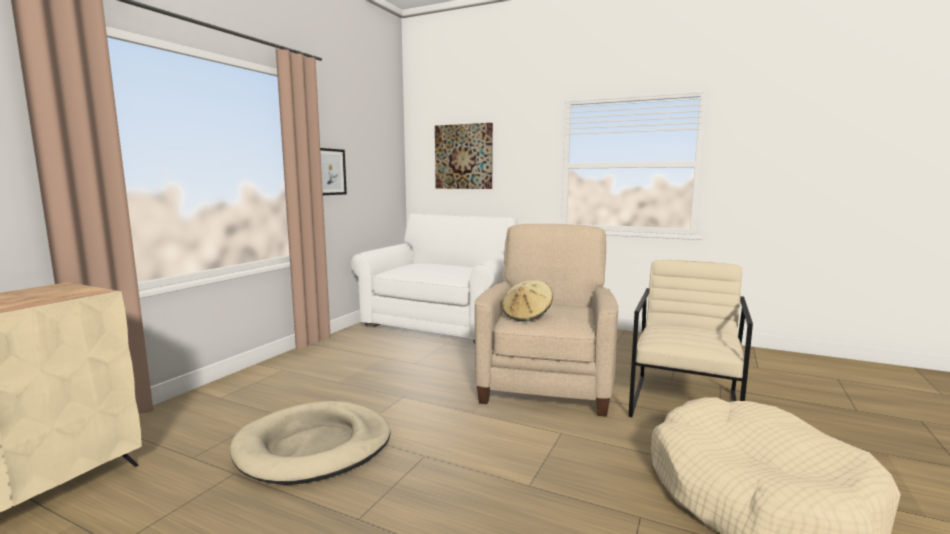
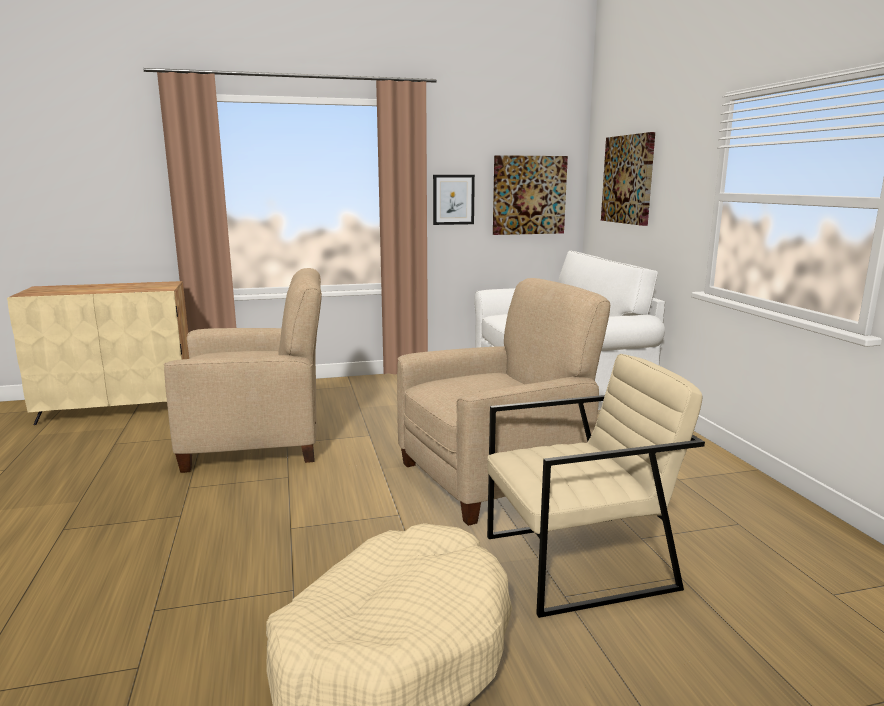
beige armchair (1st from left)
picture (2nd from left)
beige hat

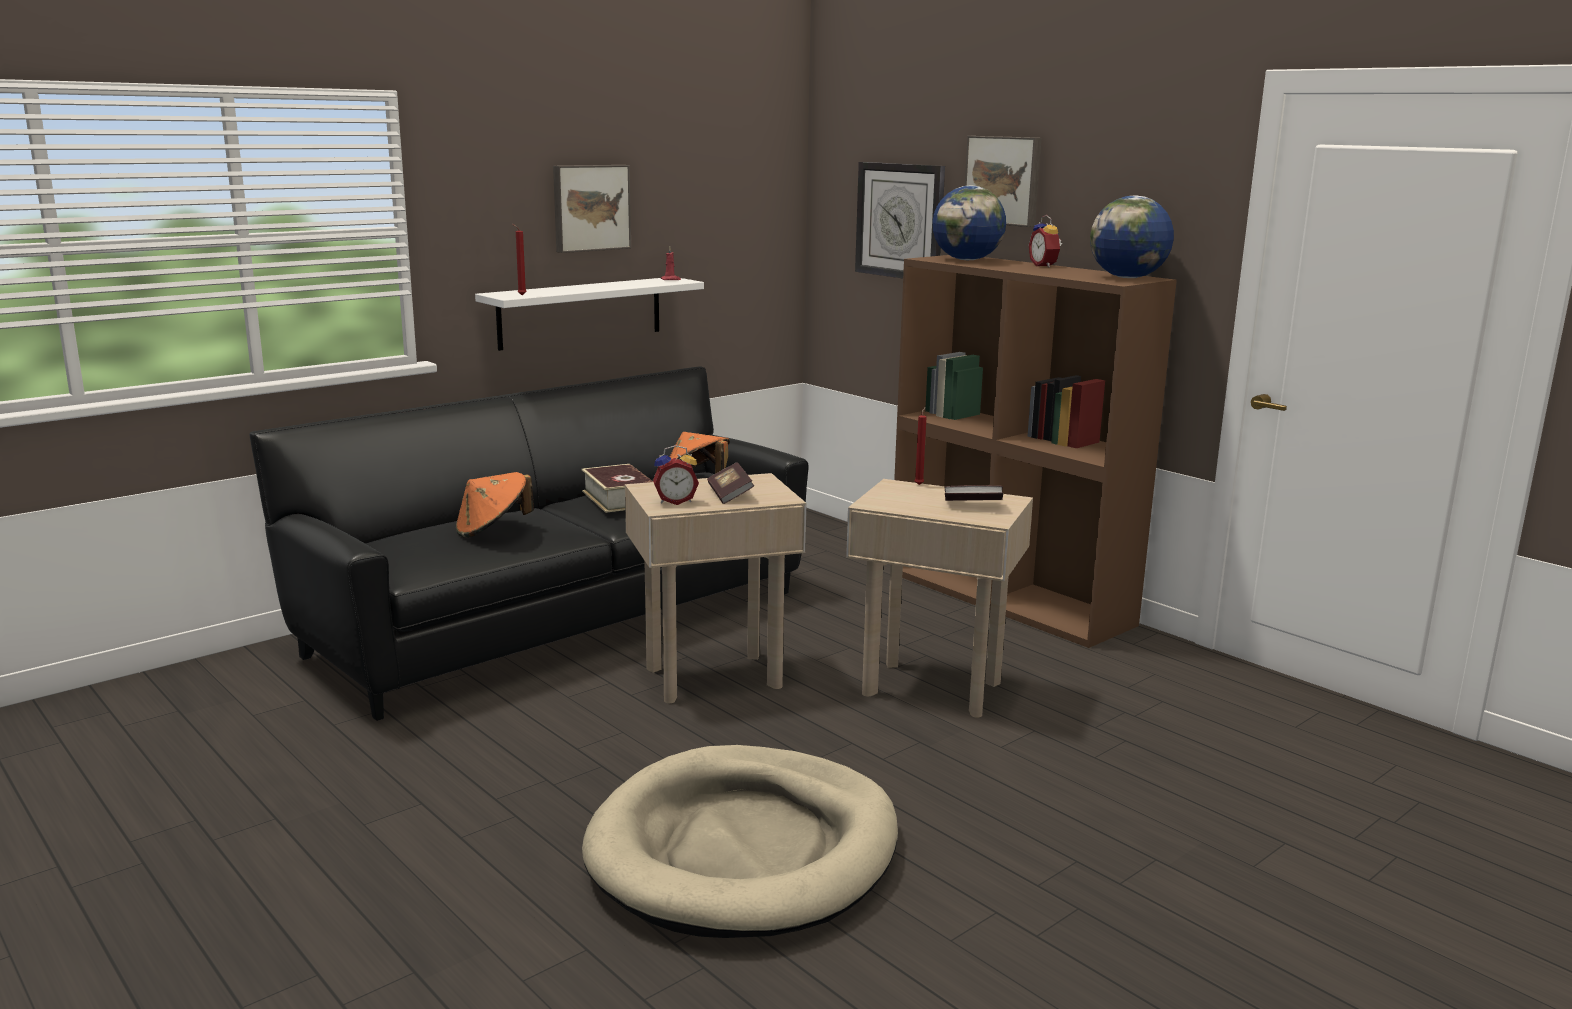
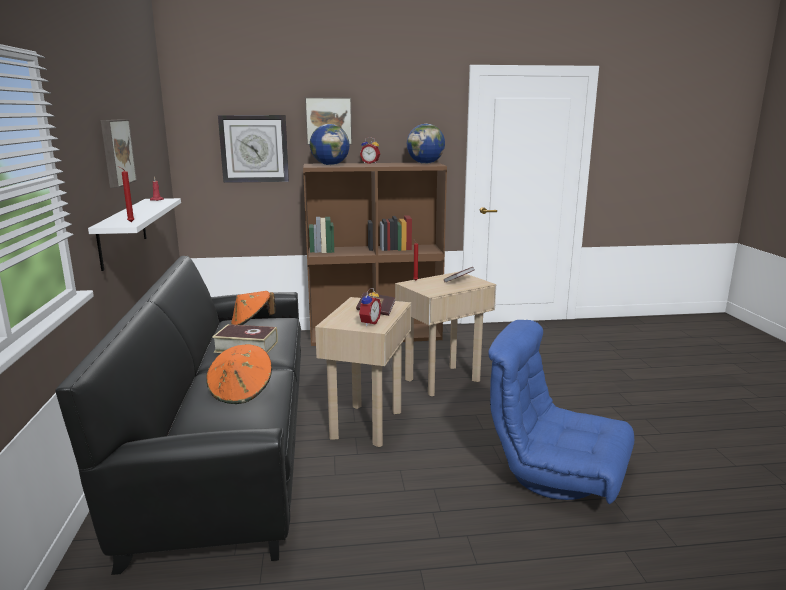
blue armchair

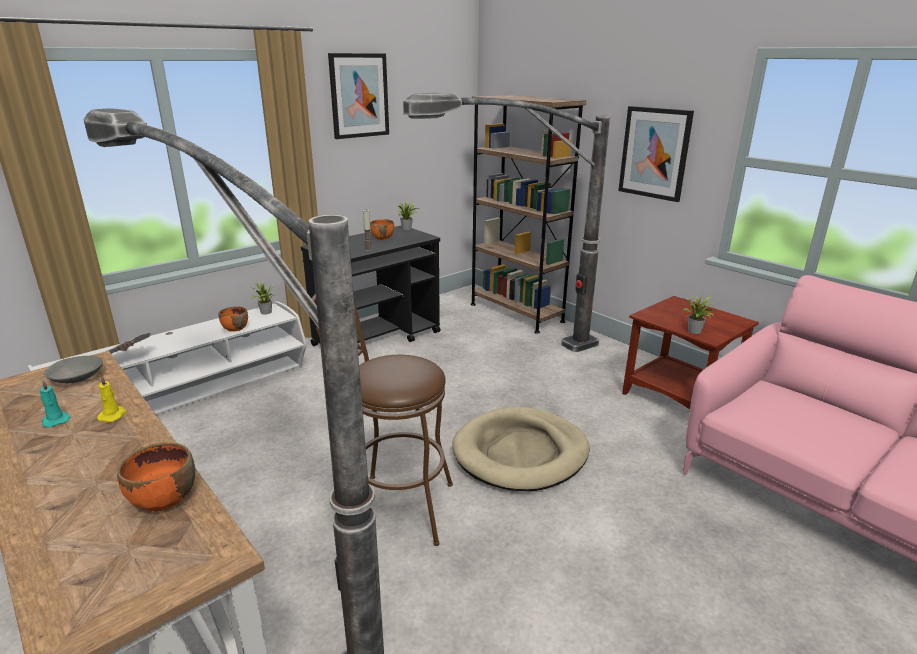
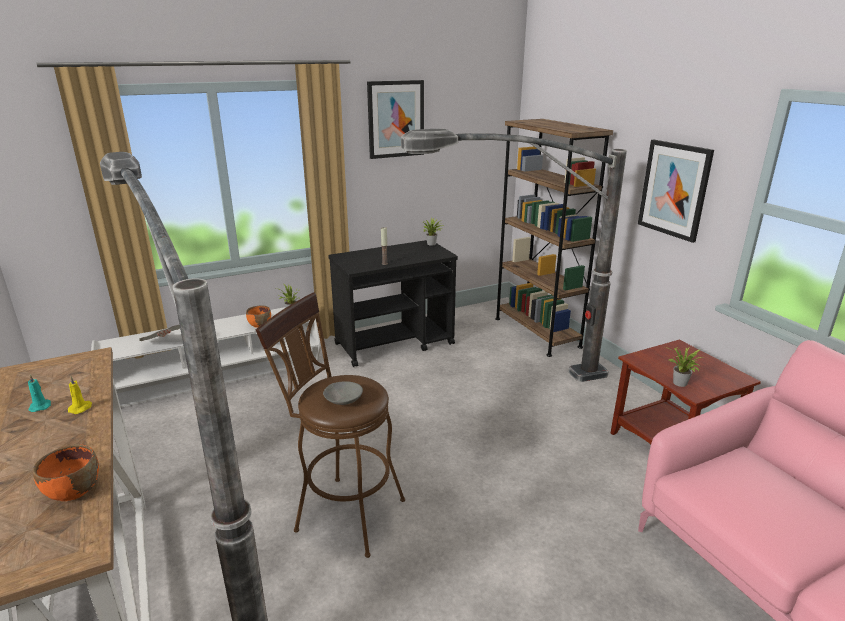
grey bowl
orange bowl (3rd from left in the first image)
beige dog bed

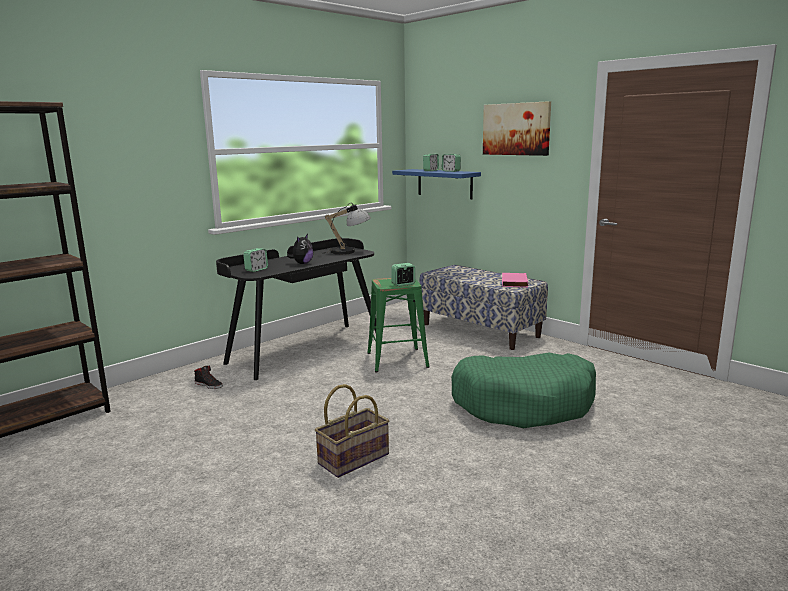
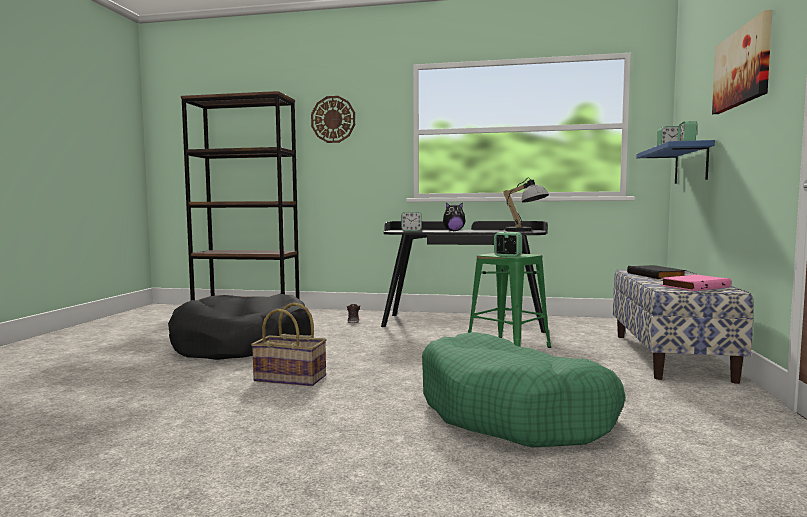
black dog bed
wall clock
black book

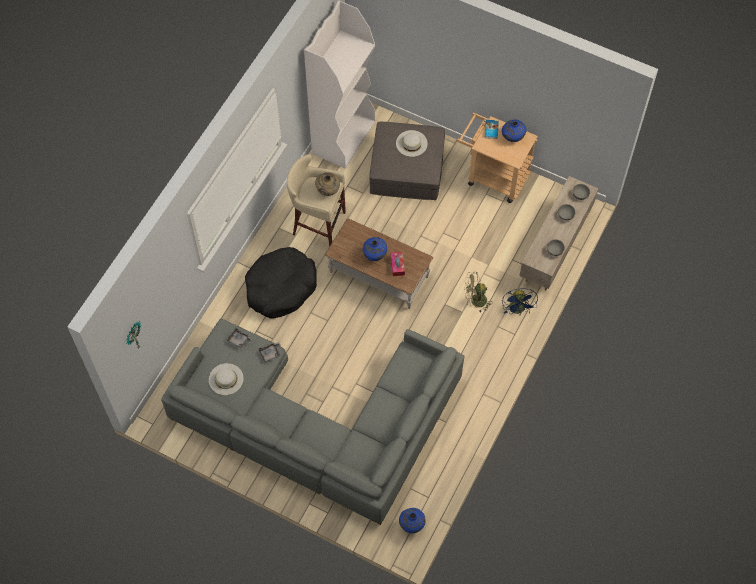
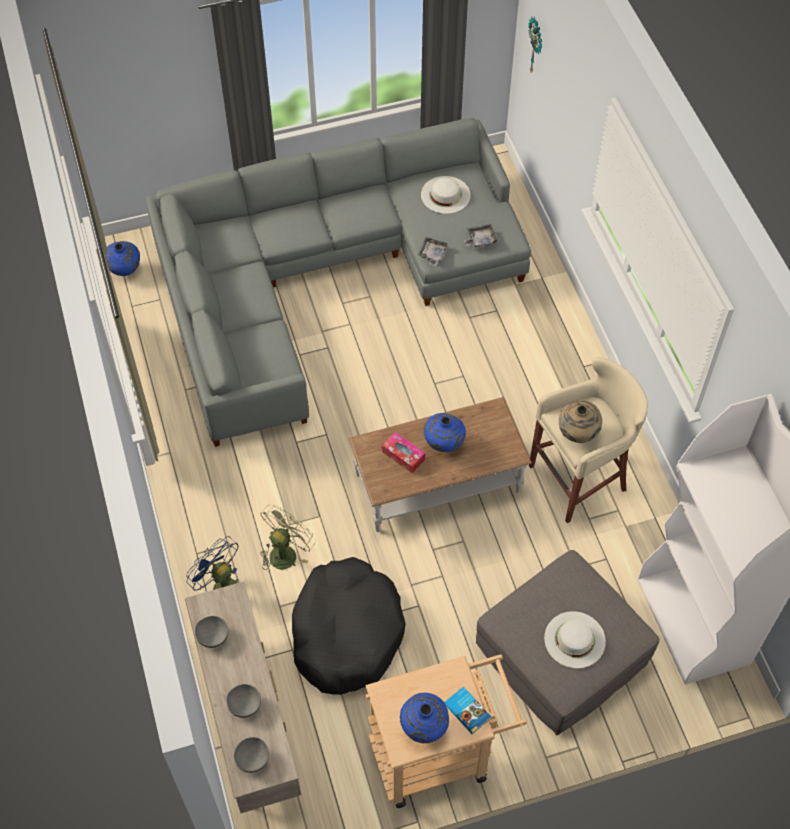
black dog bed

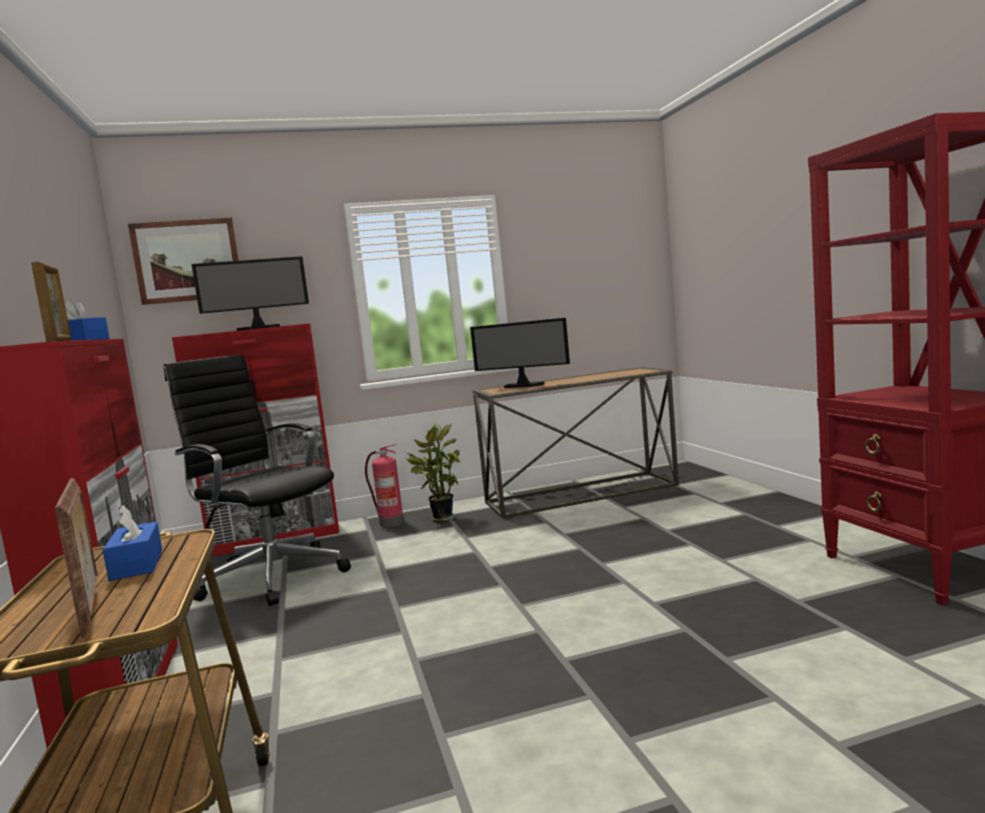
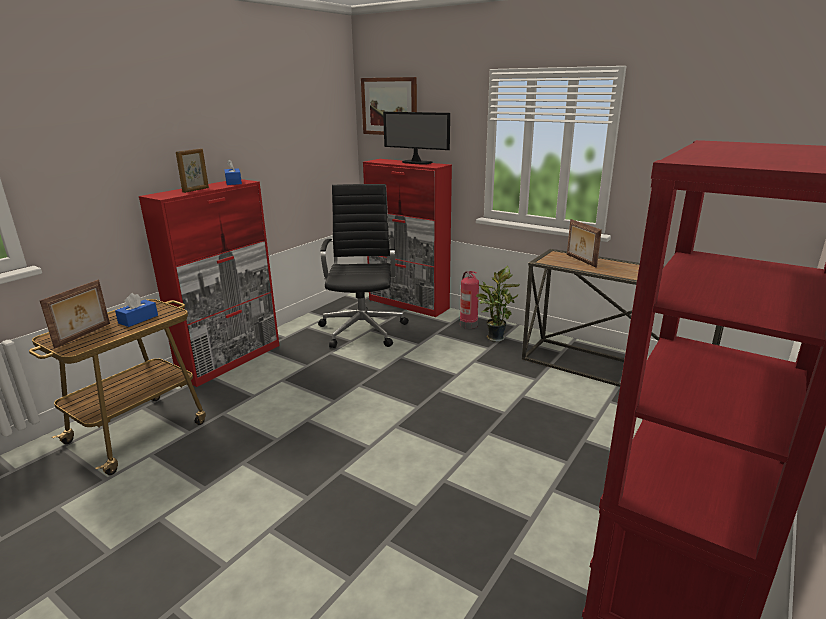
picture frame (3rd from left)

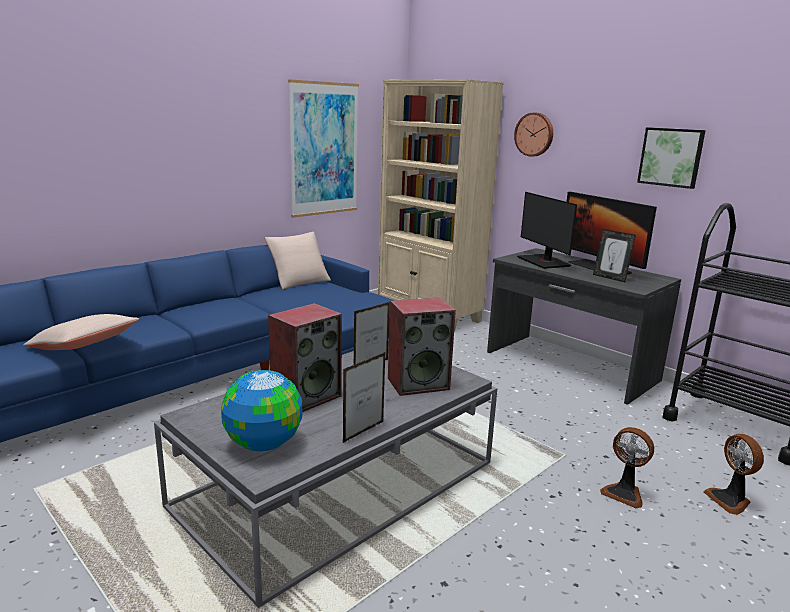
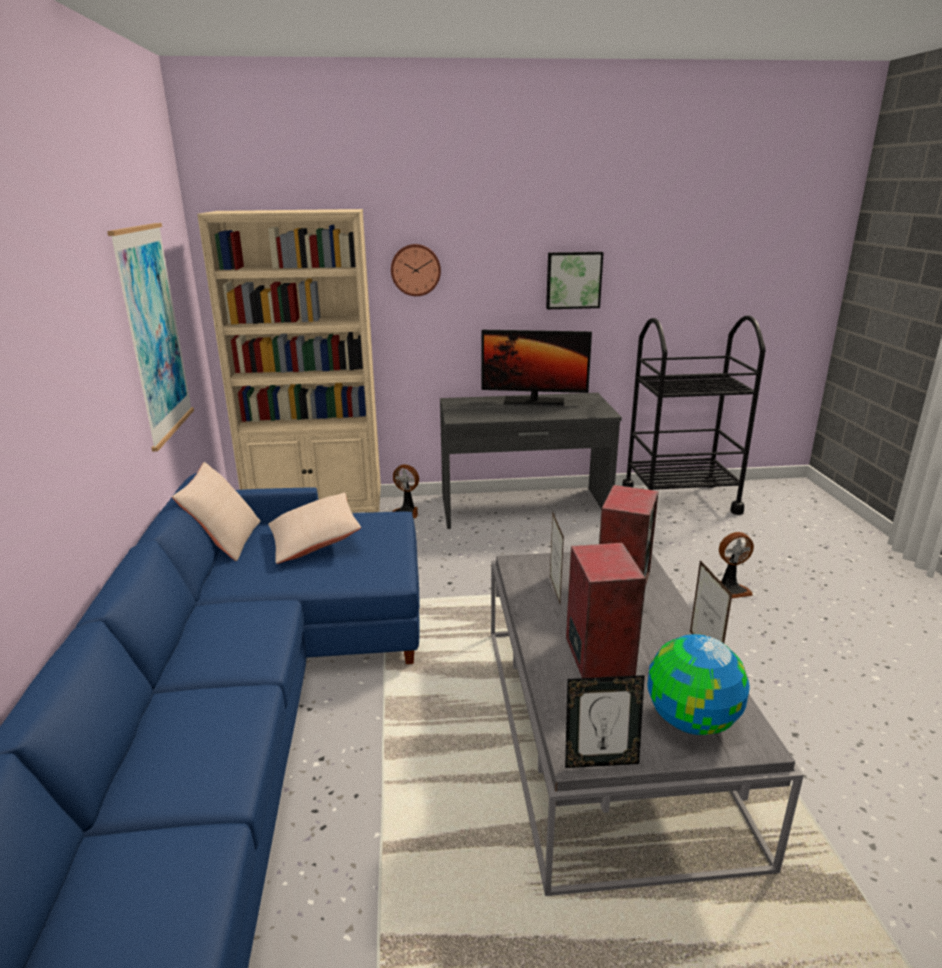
beige pillow (2nd from left)
fan (1st from left)
picture frame (2nd from left)
monitor (1st from left in the first image)

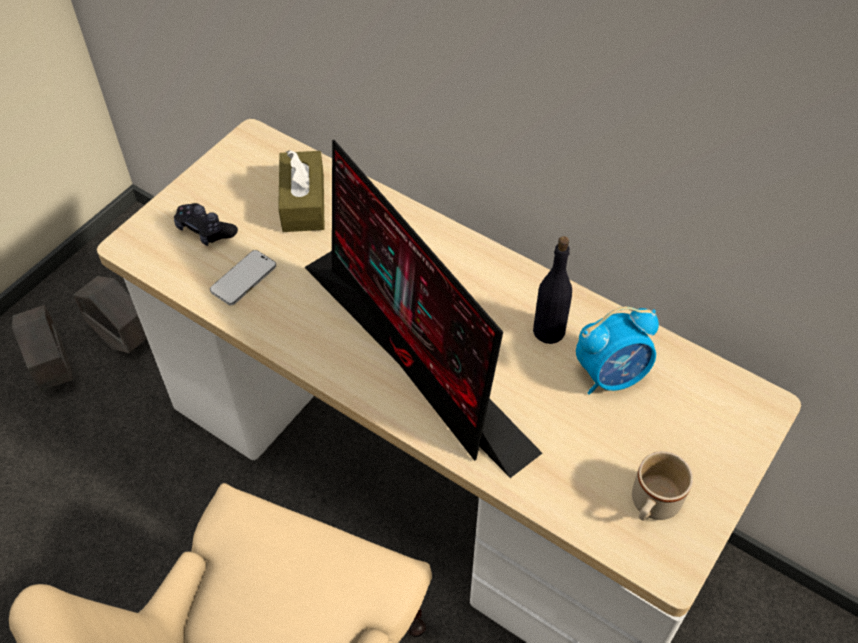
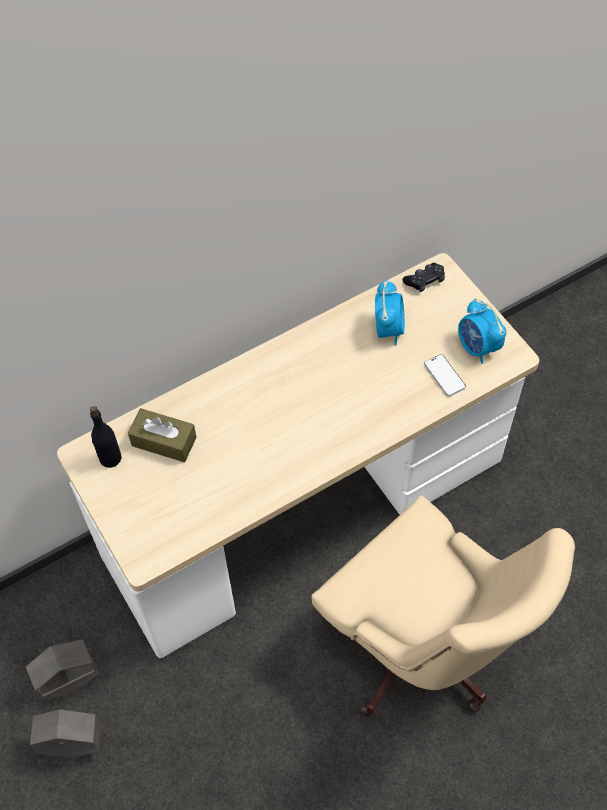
black bottle
black game controller
phone
alarm clock (2nd from left)
monitor

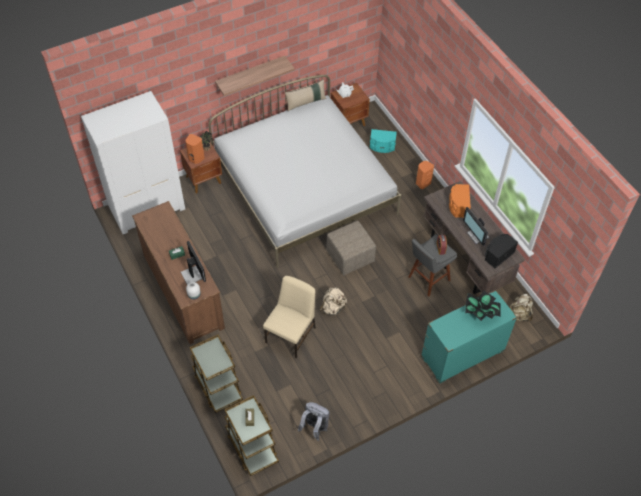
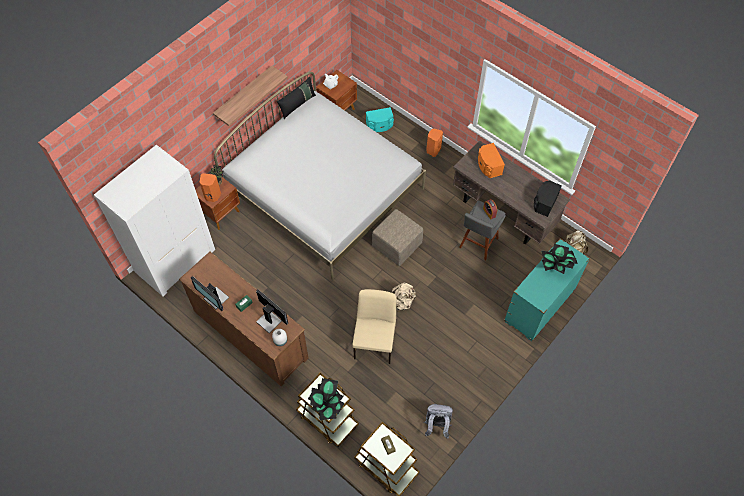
monitor (1st from left)
black pillow
potted plant (2nd from left)

